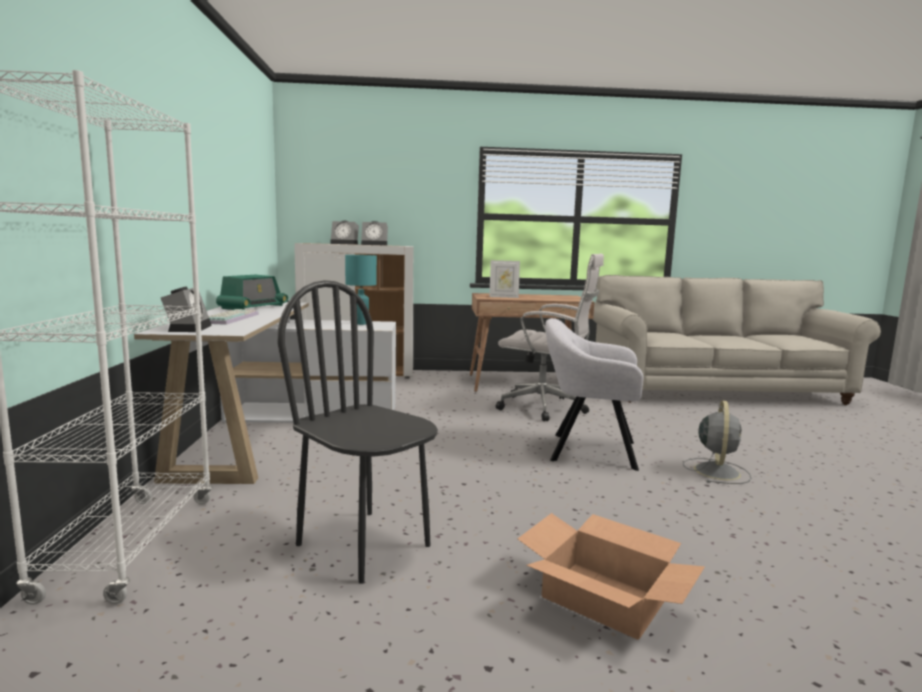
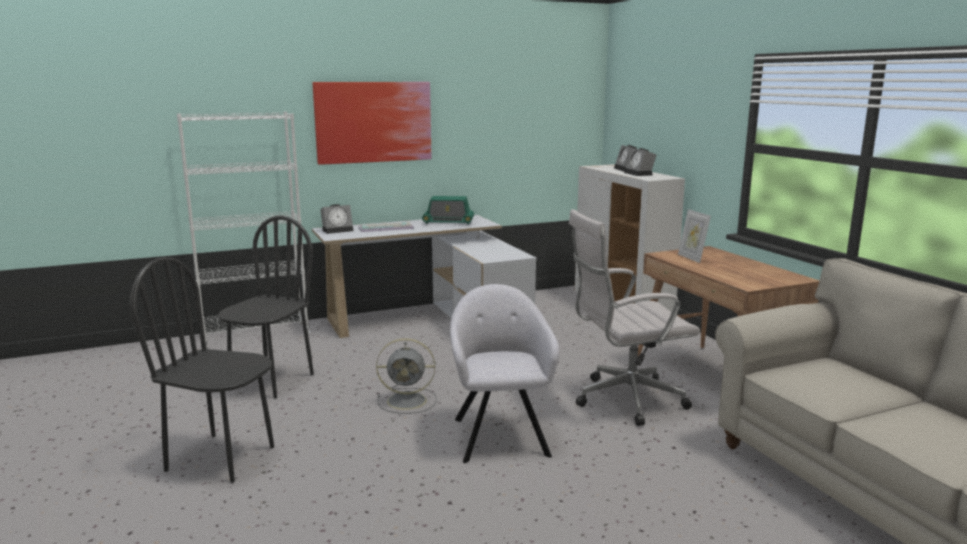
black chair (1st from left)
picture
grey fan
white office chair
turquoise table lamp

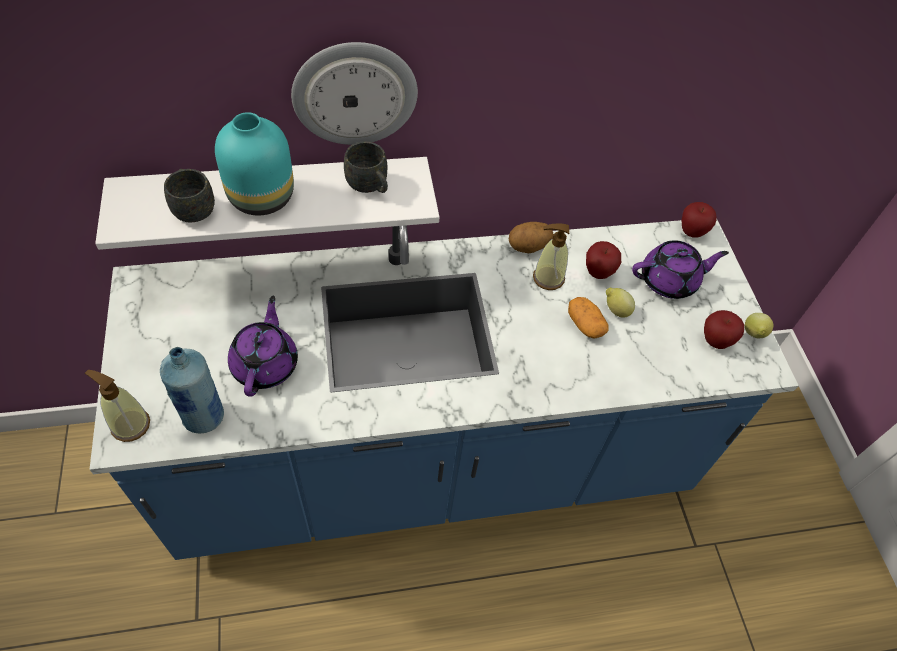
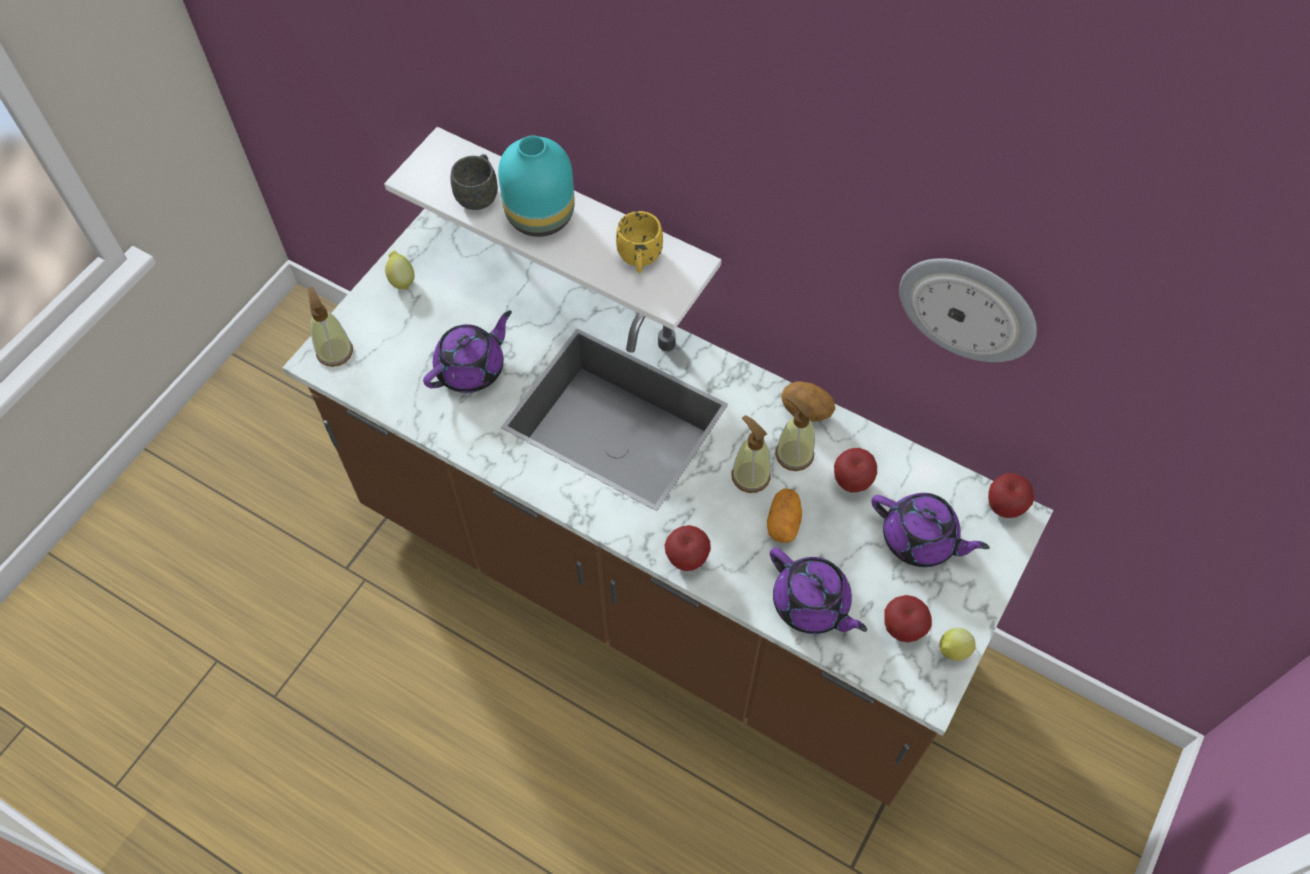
brown counter
lemon (1st from left)
yellow mug
apple (1st from left)
soap dispenser (2nd from left)
purple teapot (2nd from left)
wall clock
blue bottle

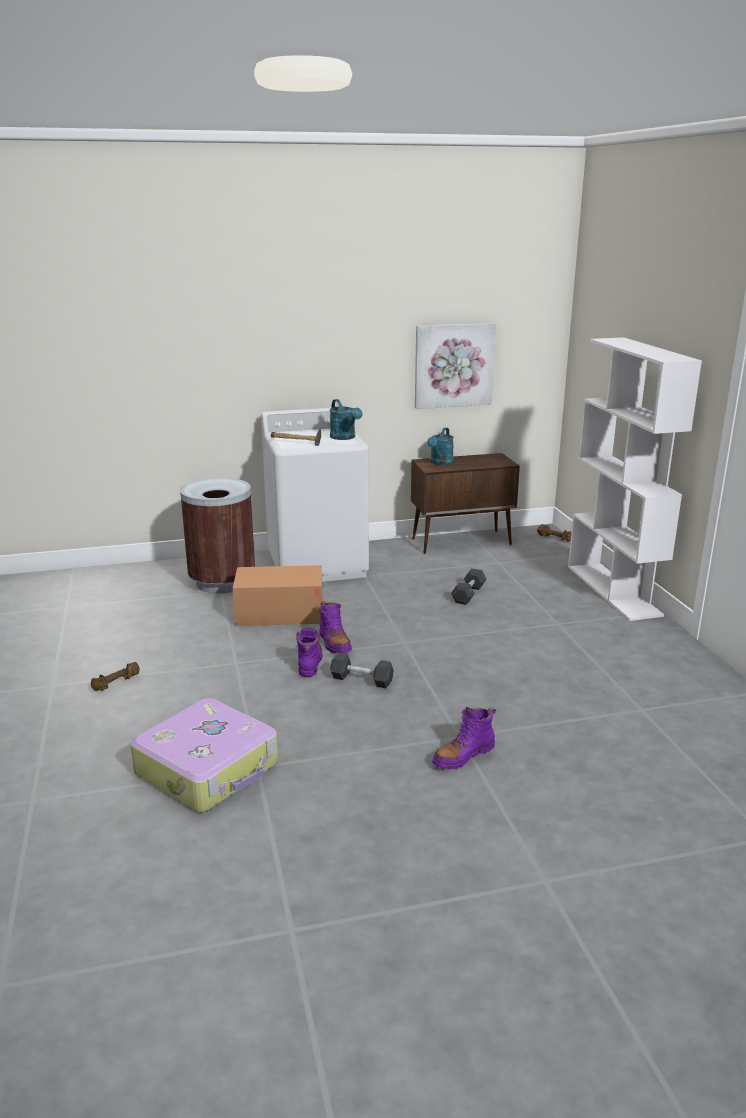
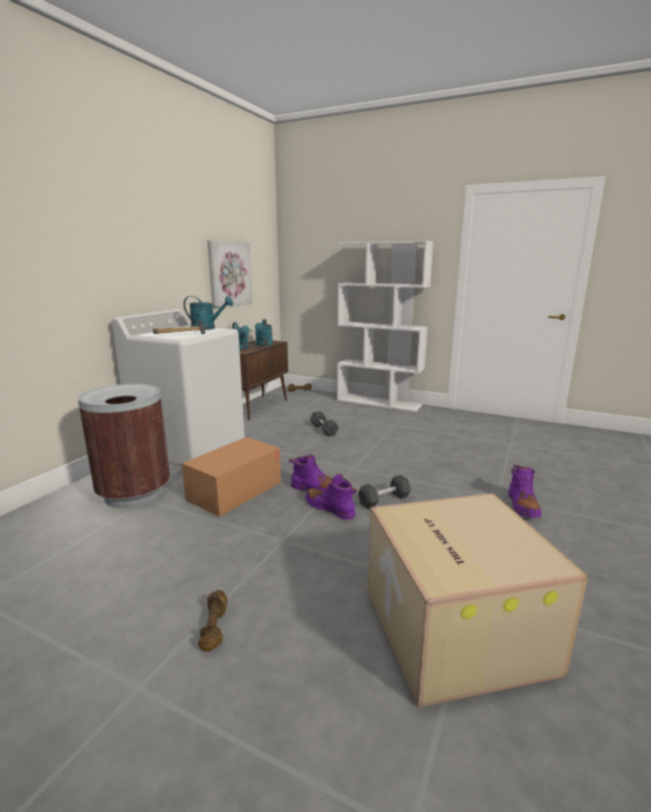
turquoise watering can (3rd from left)
cardboard box (2nd from left)

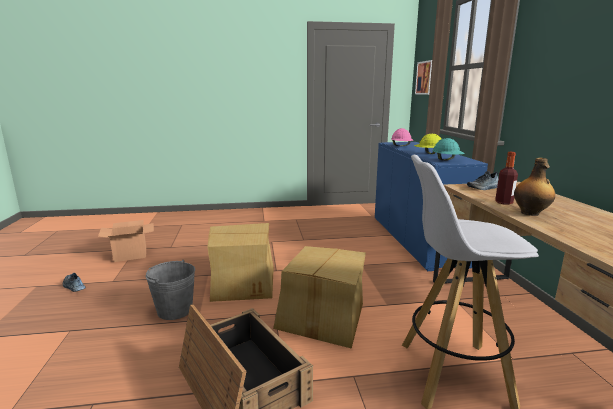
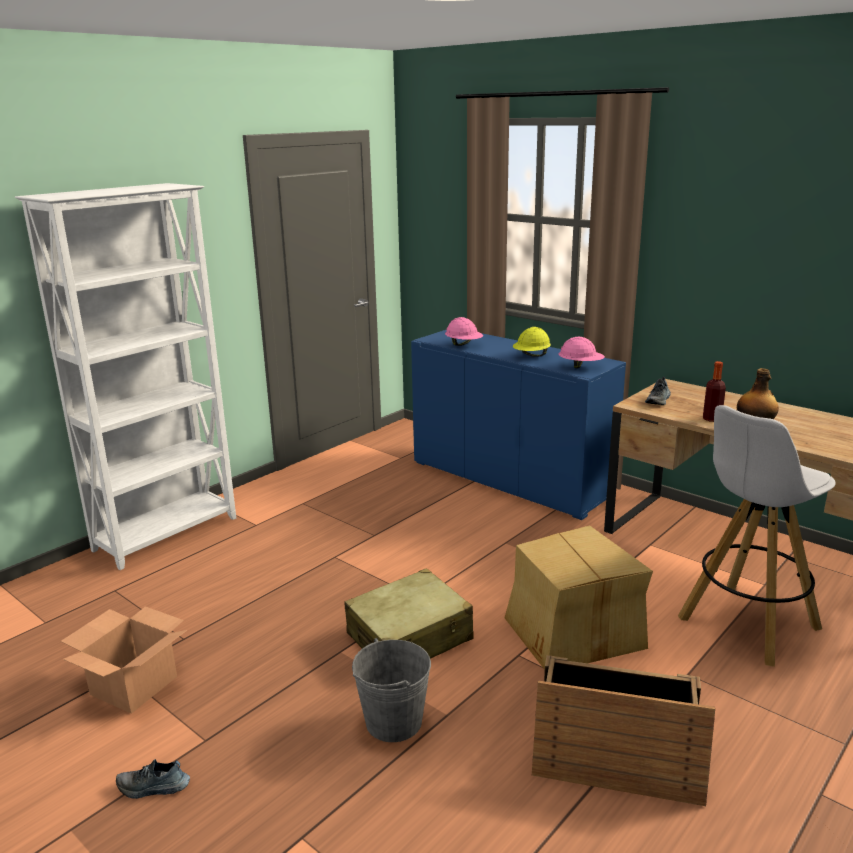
white bookcase
beige suitcase
pink hard hat (2nd from left)
picture

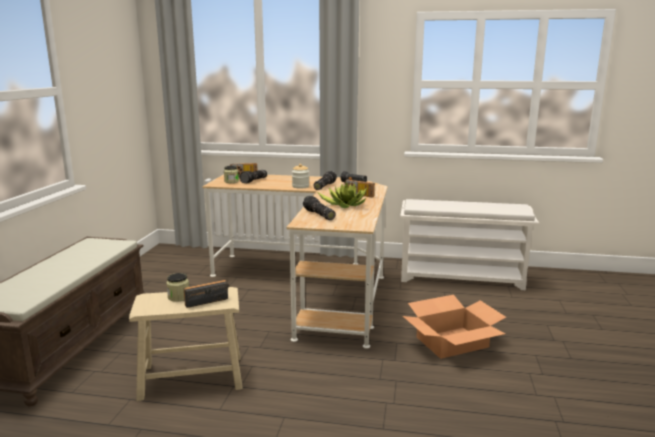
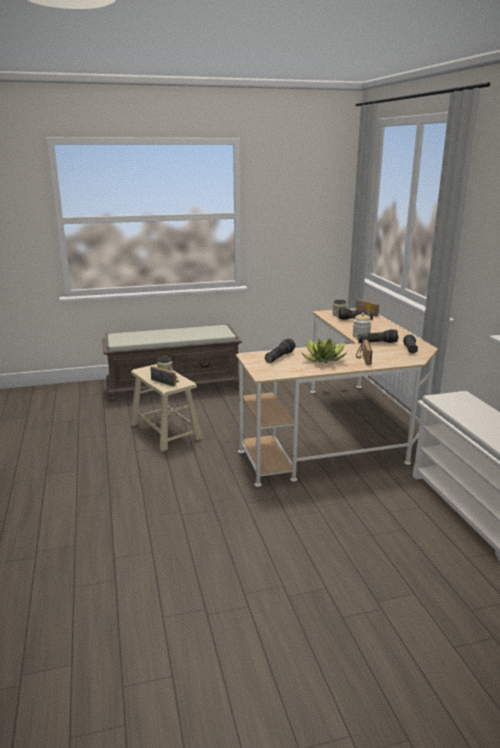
cardboard box

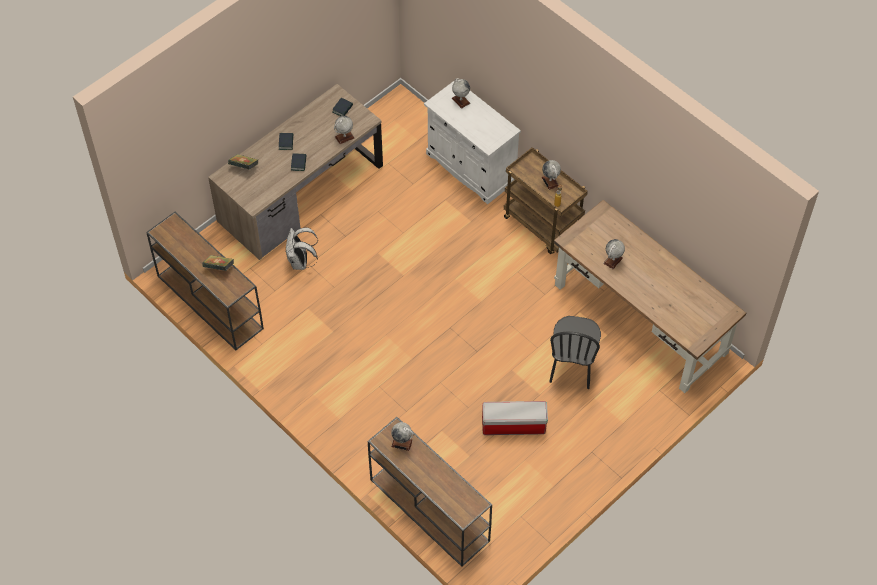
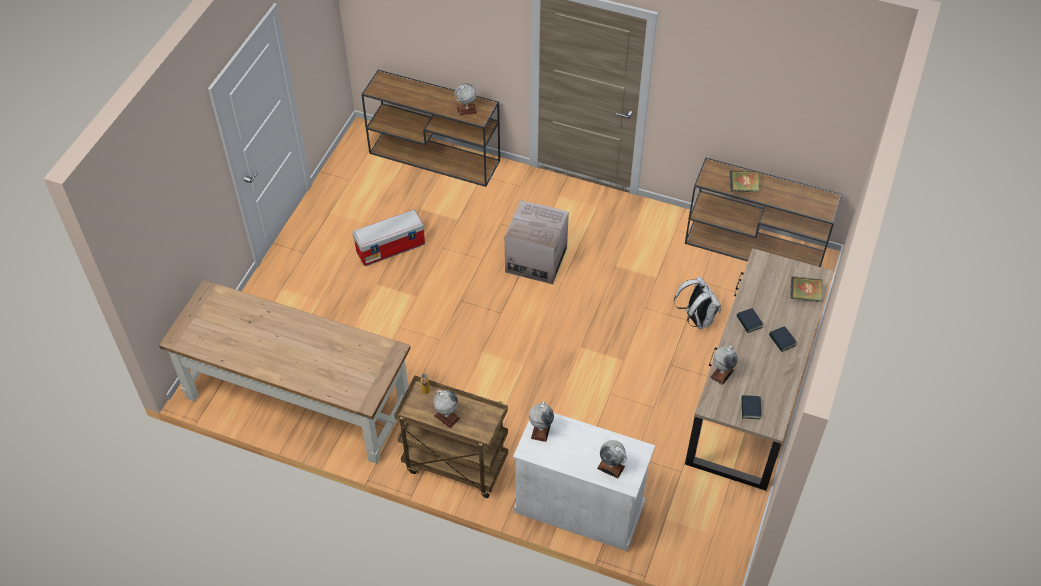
cardboard box
globe (3rd from left)
black chair

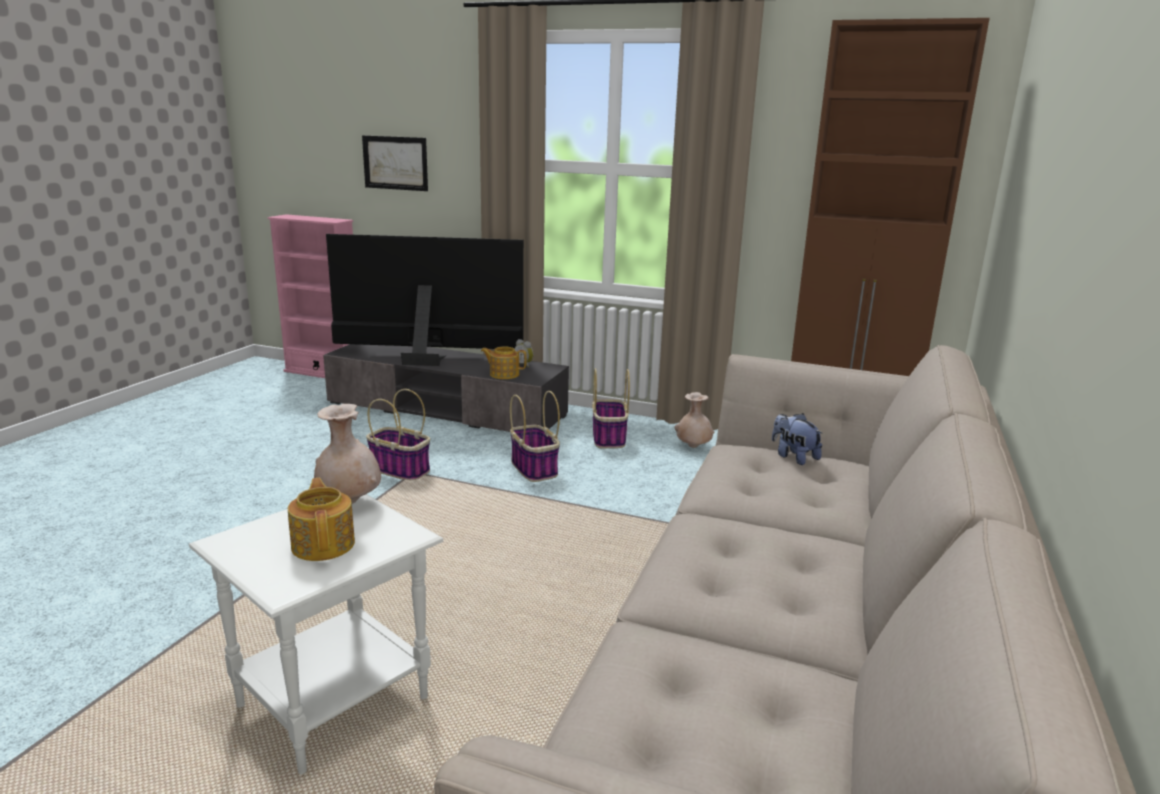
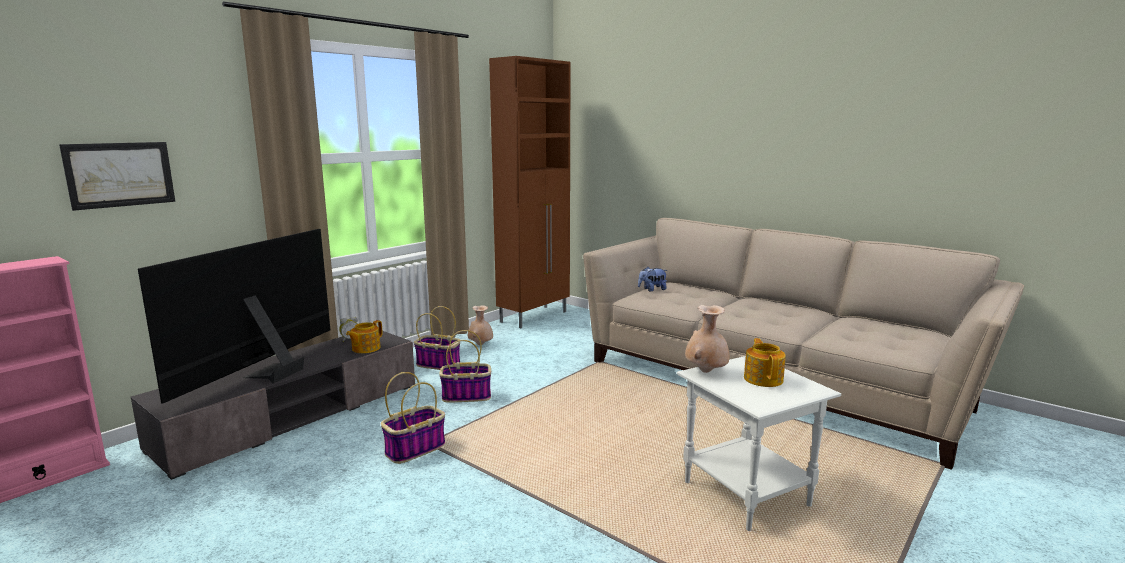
teapot (2nd from left)

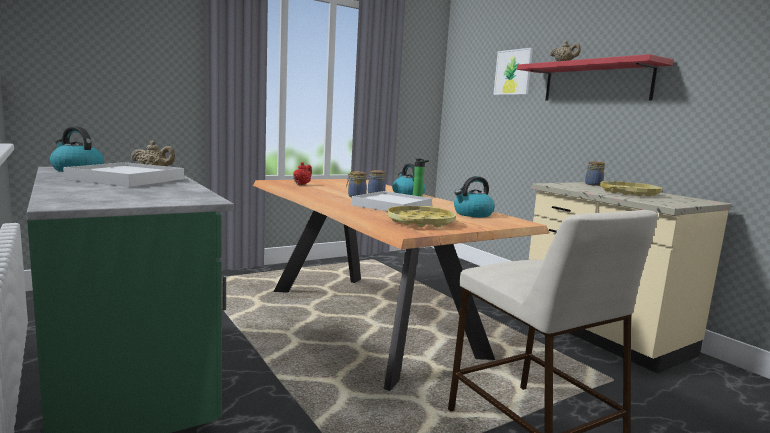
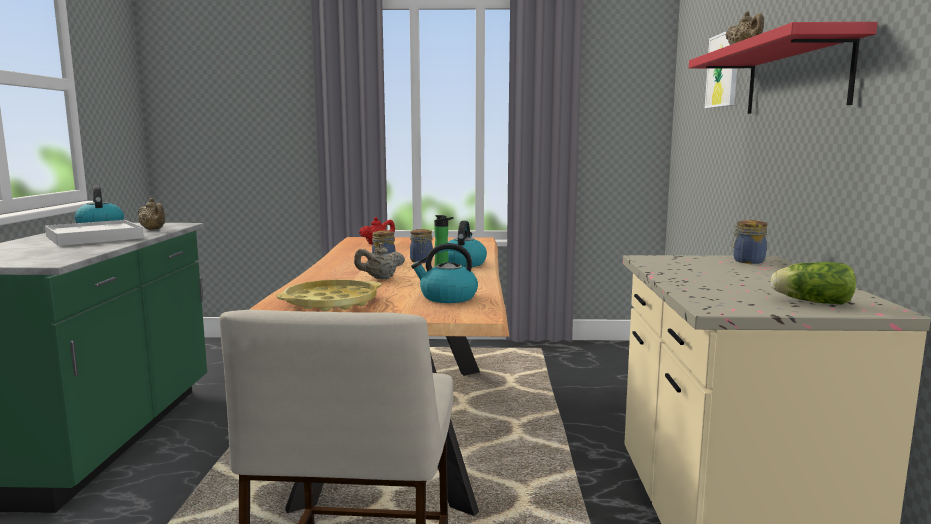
beige teapot (2nd from left)
lettuce
yellow tray (2nd from left in the first image)

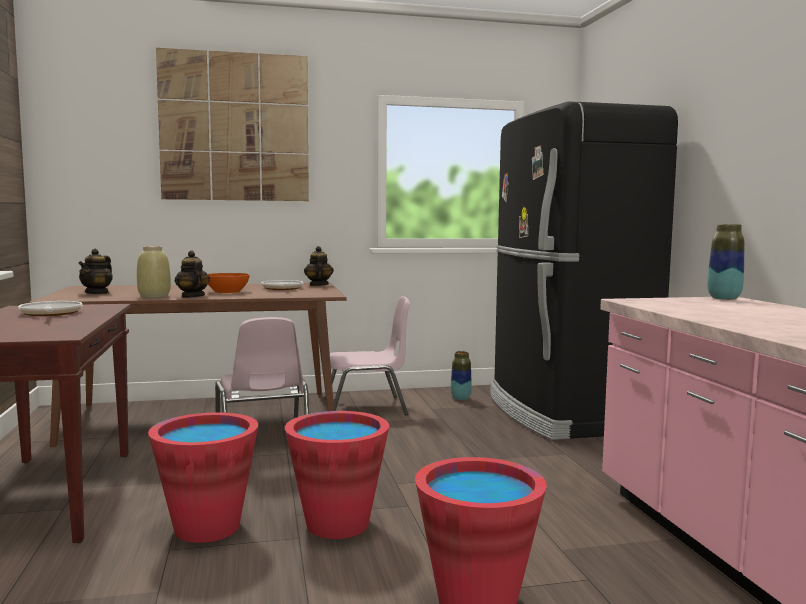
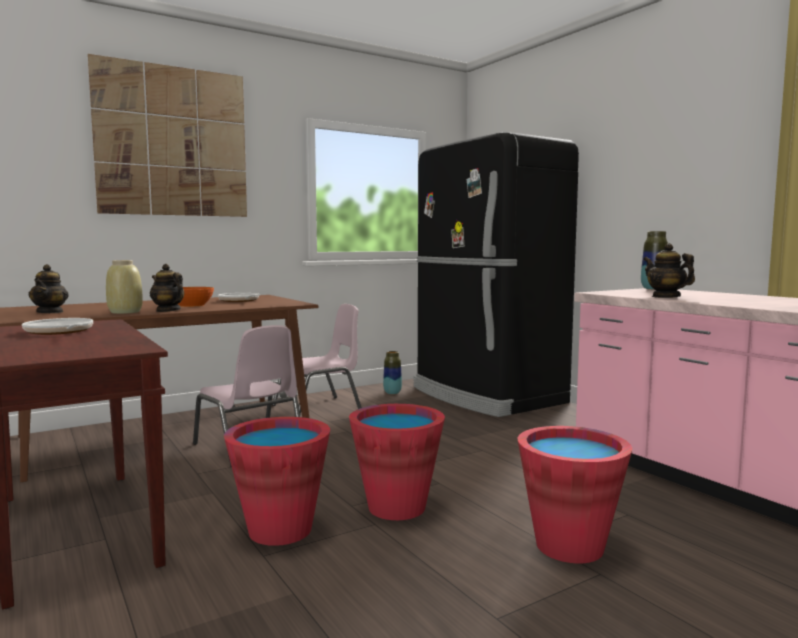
teapot (3rd from left)

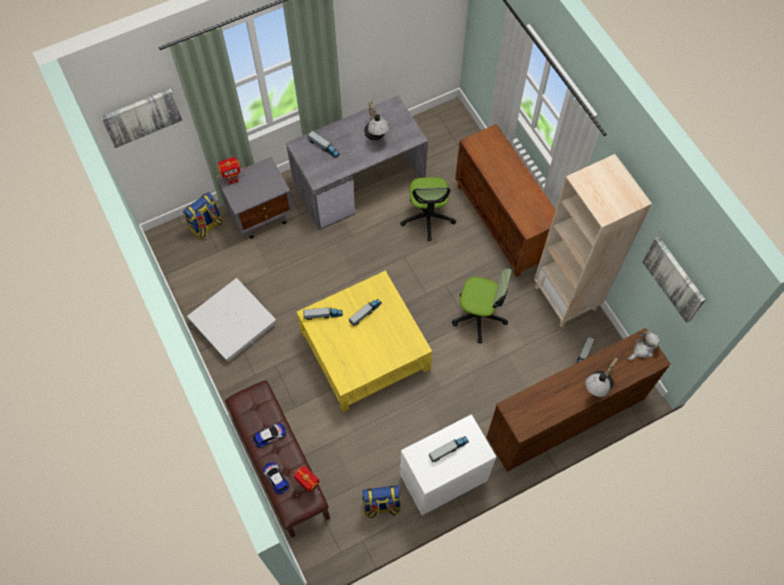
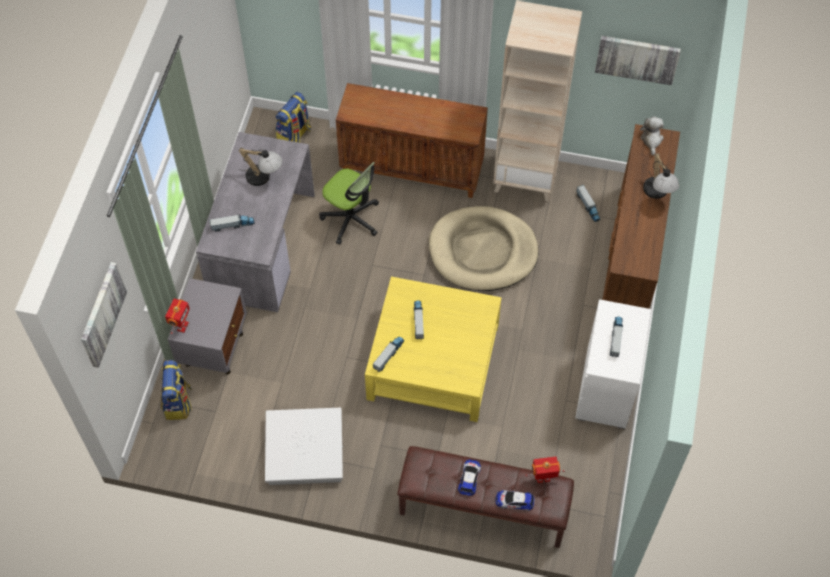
backpack (2nd from left)
beige dog bed

